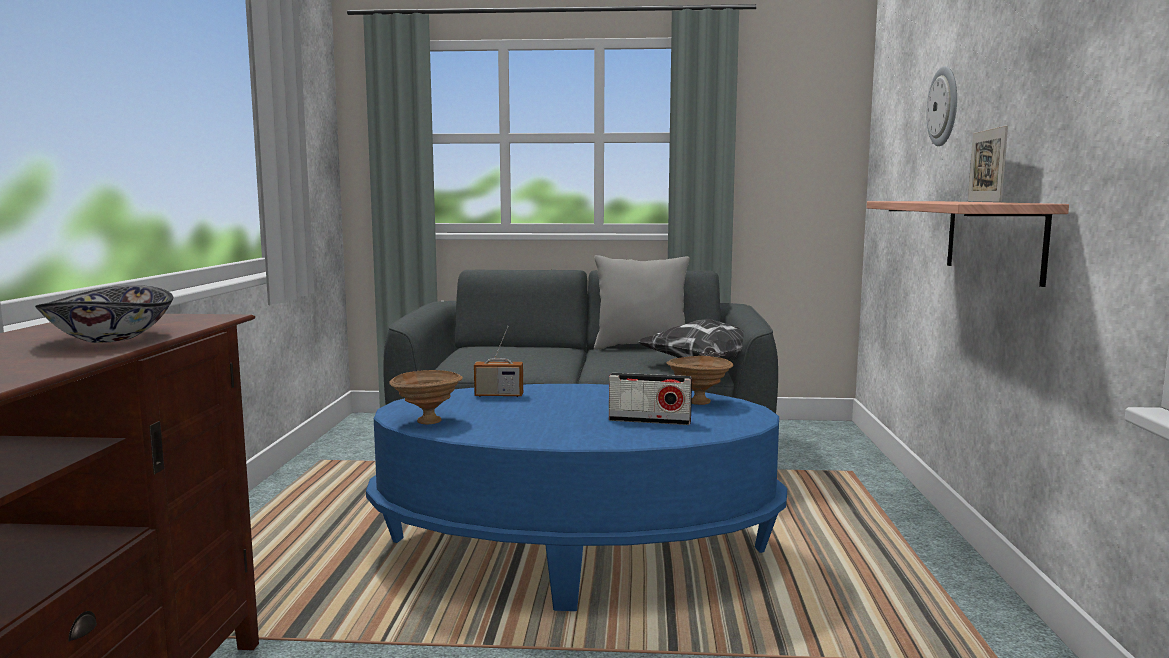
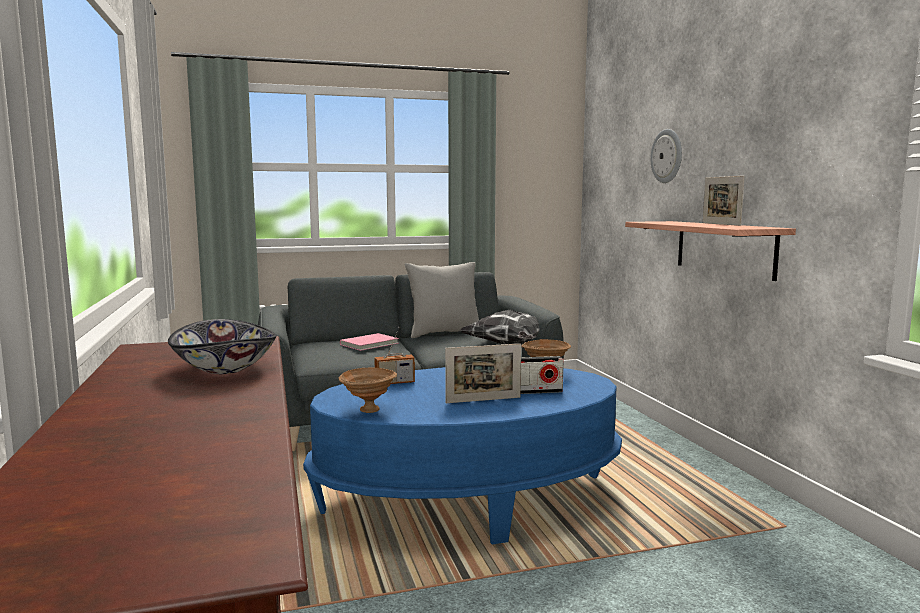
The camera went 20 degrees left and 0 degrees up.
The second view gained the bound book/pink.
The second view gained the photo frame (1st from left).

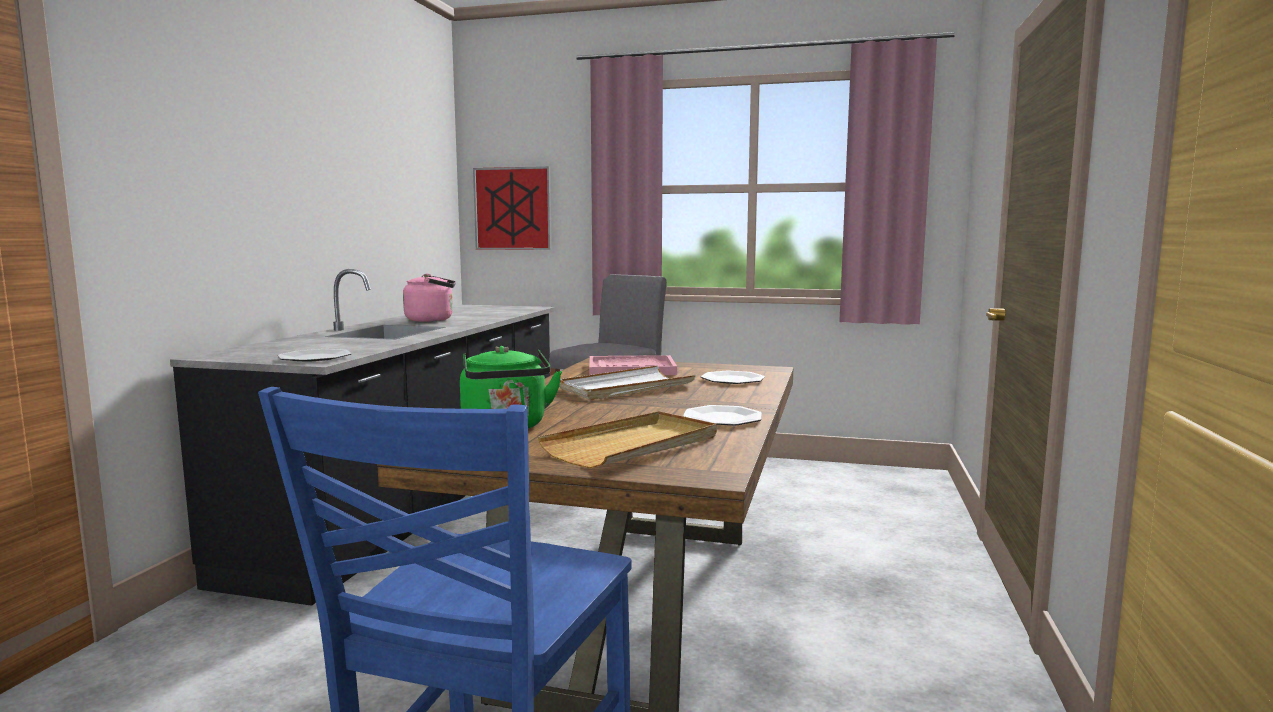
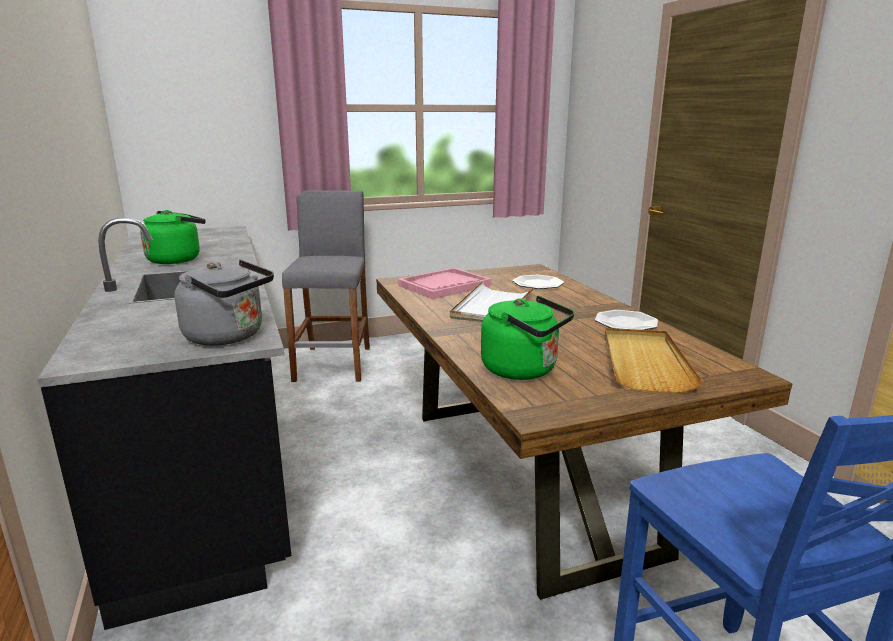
The camera went 35 degrees left and 10 degrees up.
Where the flat dish (1st from left) stood, the water kettle/gray came to stand.
What was the water kettle/pink turned into the water kettle/green-coloured (1st from left).
The second view lost the wall picture.

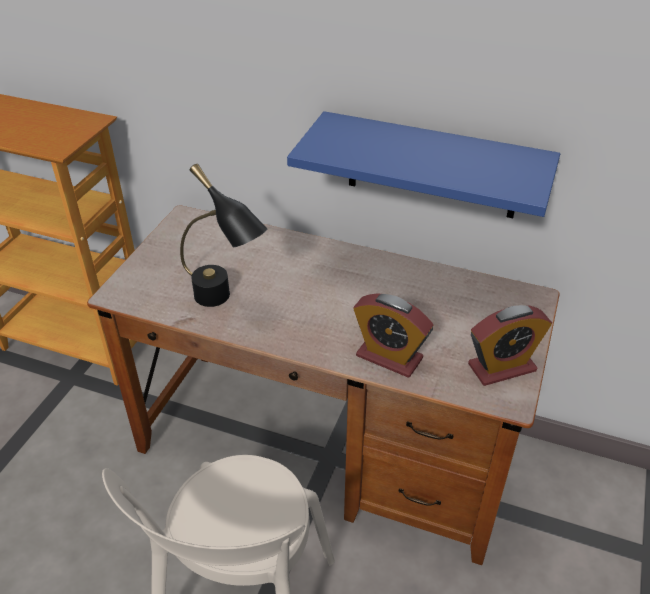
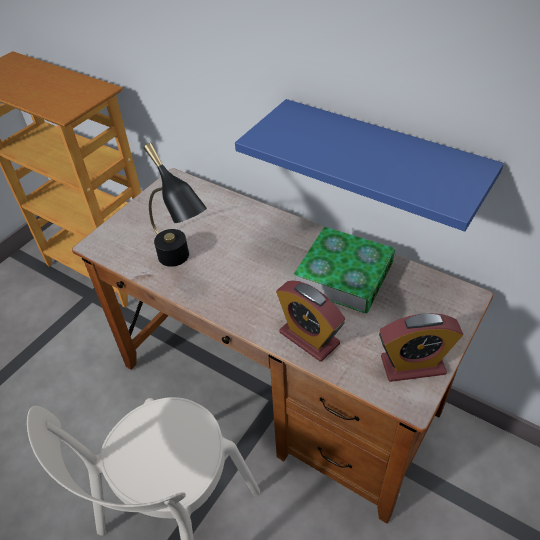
The camera went 15 degrees right and 5 degrees up.
The second view gained the bound book.

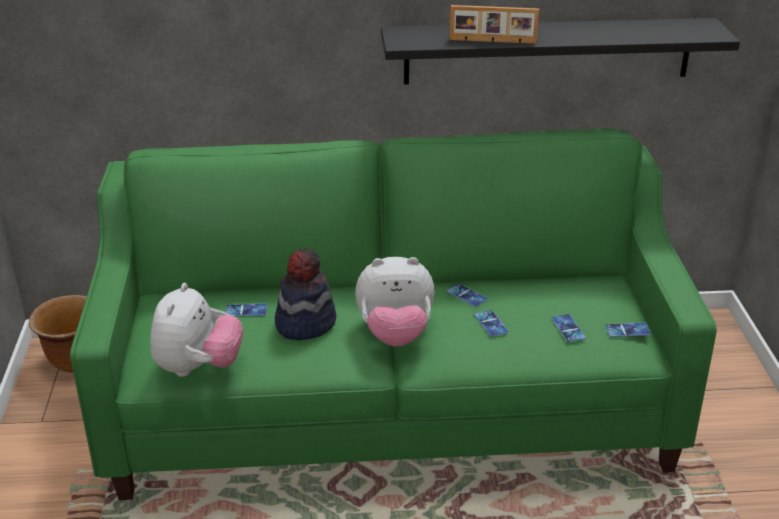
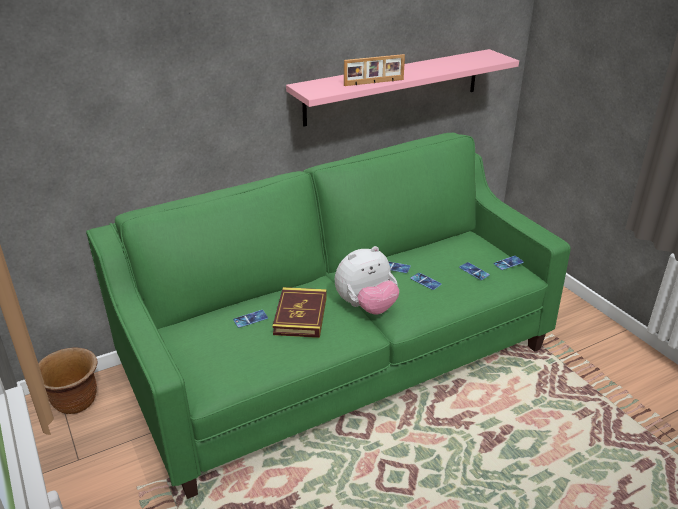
The camera went 25 degrees left and 0 degrees up.
The second view lost the cuddly toy (1st from left).
Where the clothing hat stood, the bound book came to stand.
What was the shelf/black turned into the shelf/pink.

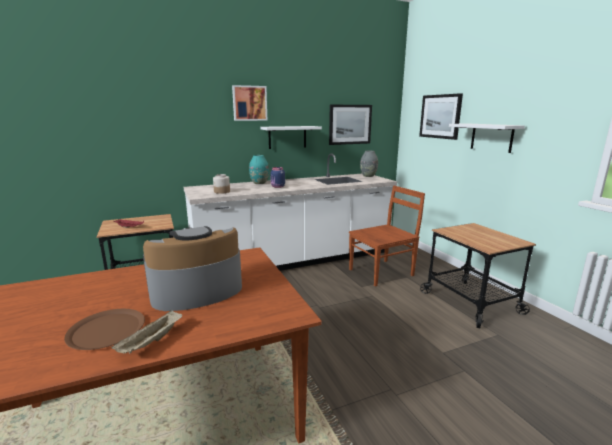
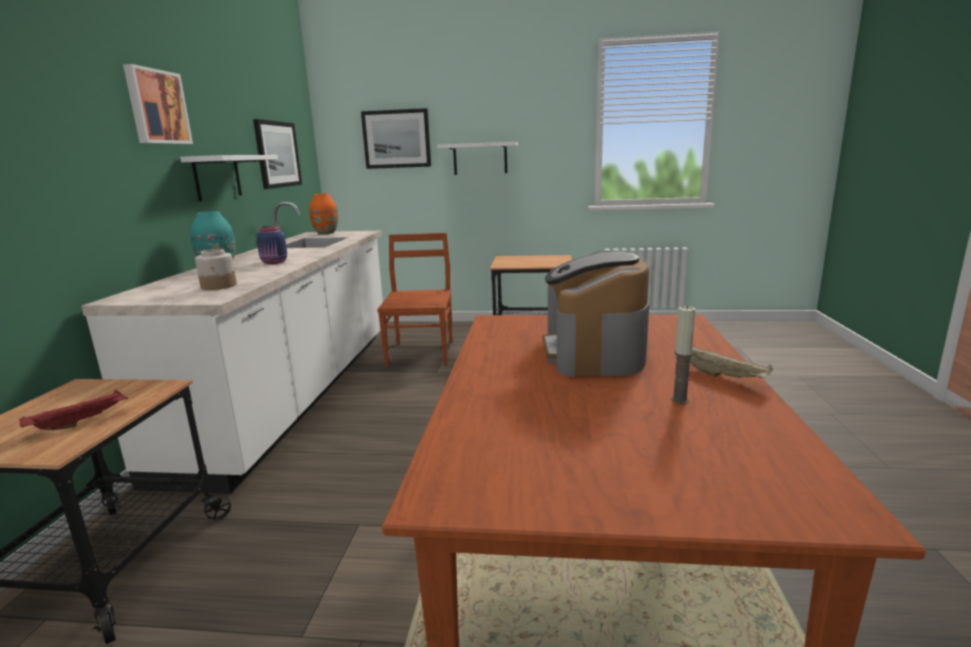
The camera went 60 degrees left and 0 degrees up.
Where the flat dish/brown stood, the wax light came to stand.
What was the decorative vase/gray turned into the decorative vase/orangey.

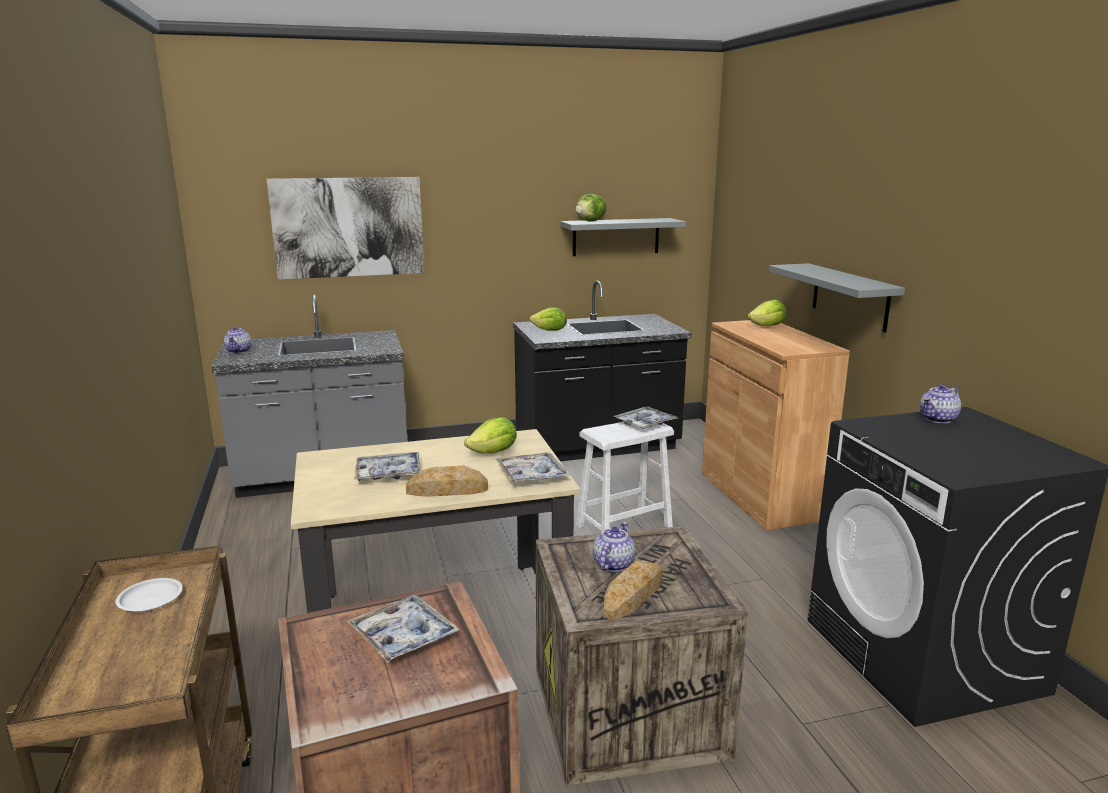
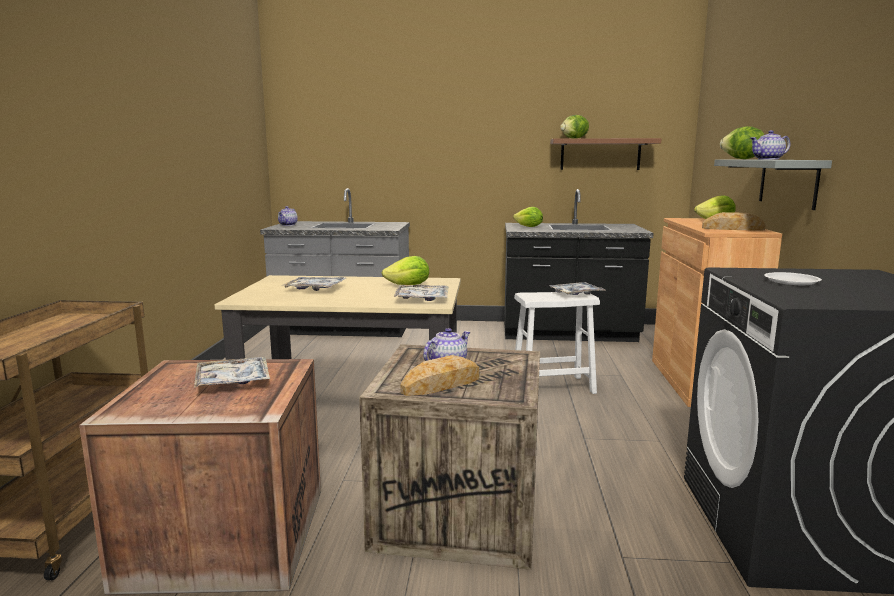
The camera went 20 degrees right and 5 degrees down.
The flat dish/whitish ended up elsewhere.
The second view lost the wall picture.
The bread (1st from left in the first image) ended up elsewhere.
What was the shelf/gray (1st from left) turned into the shelf/brown.
The tea pot (3rd from left) ended up elsewhere.
The second view gained the head of lettuce (5th from left).

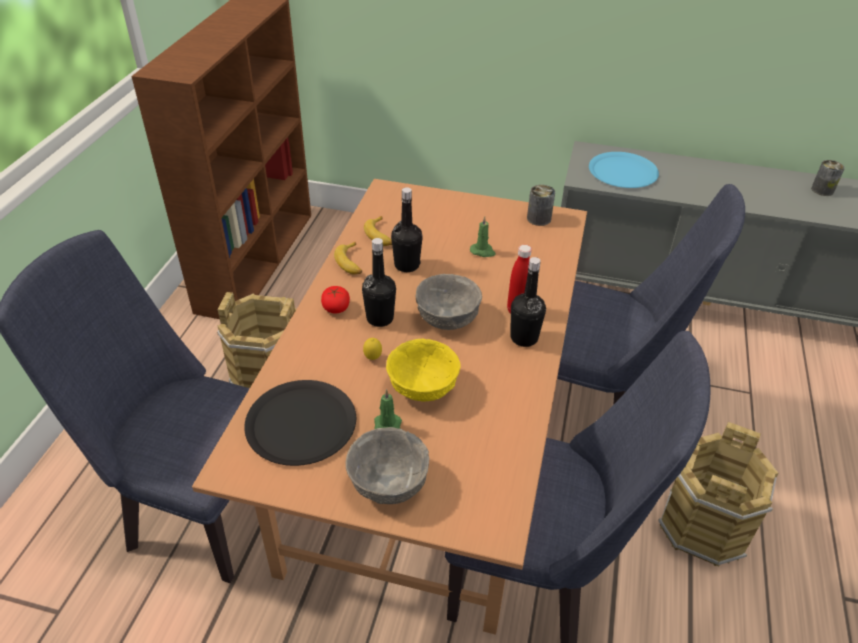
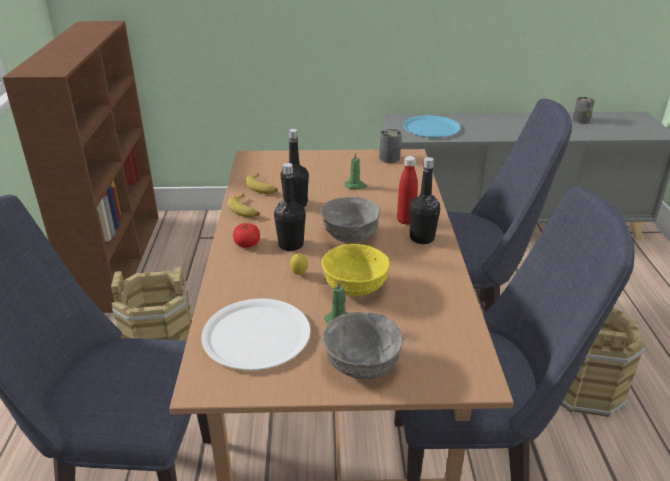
The camera went 15 degrees left and 10 degrees down.
What was the flat dish/black turned into the flat dish/whitish.

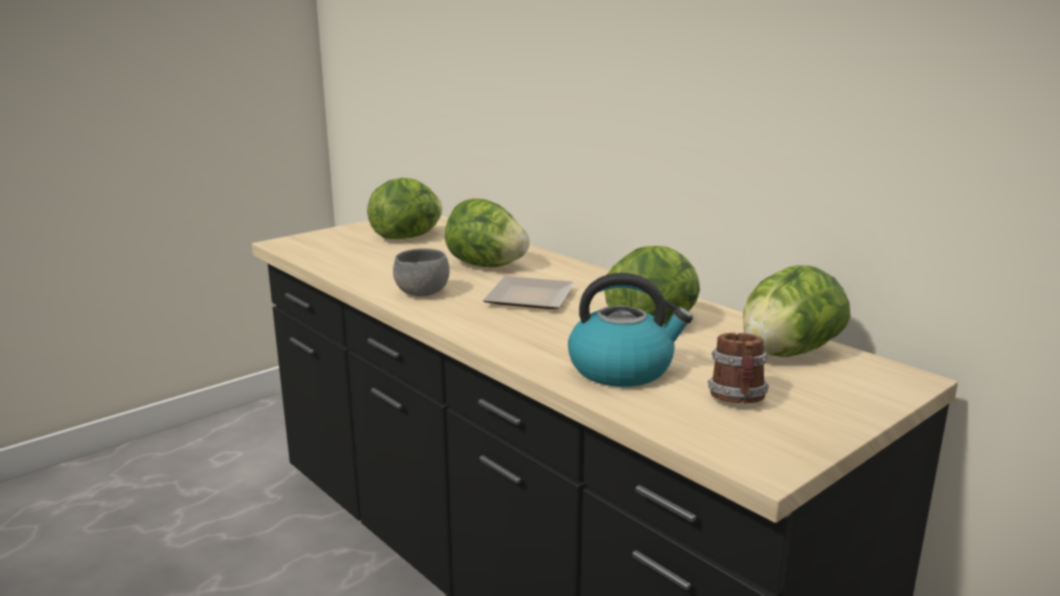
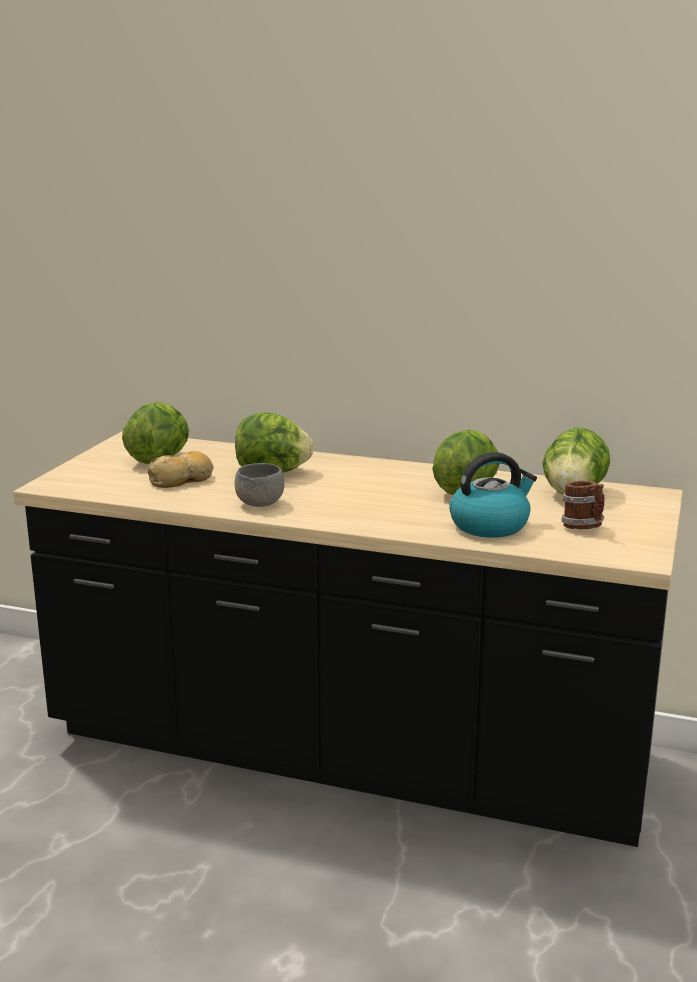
The camera went 30 degrees left and 0 degrees up.
The second view lost the flat dish.
The second view gained the bread.

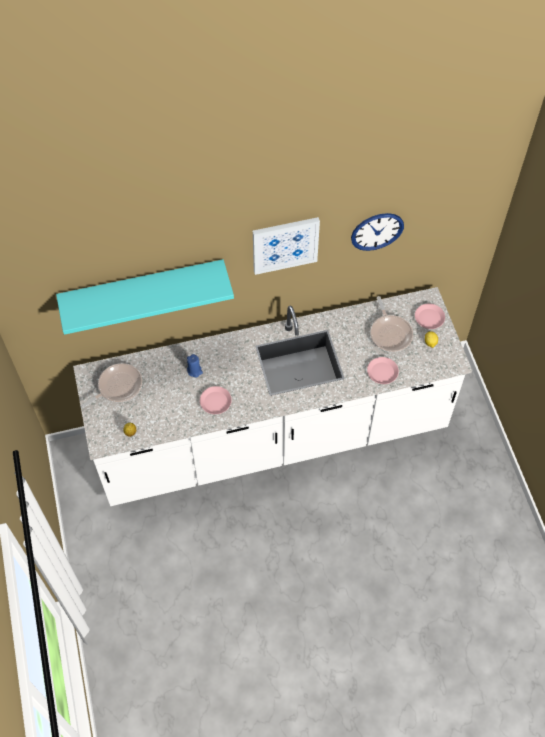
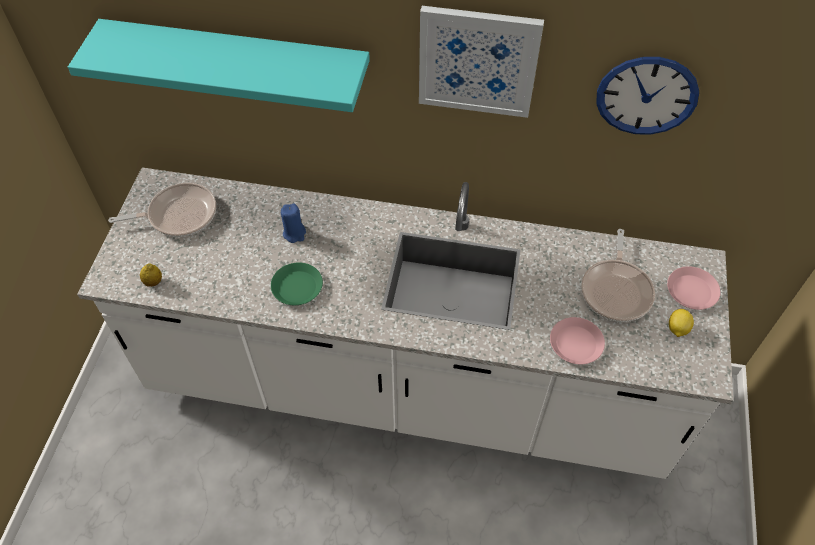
The camera went 25 degrees right and 5 degrees down.
What was the flat dish/pink (1st from left) turned into the flat dish/green-coloured.

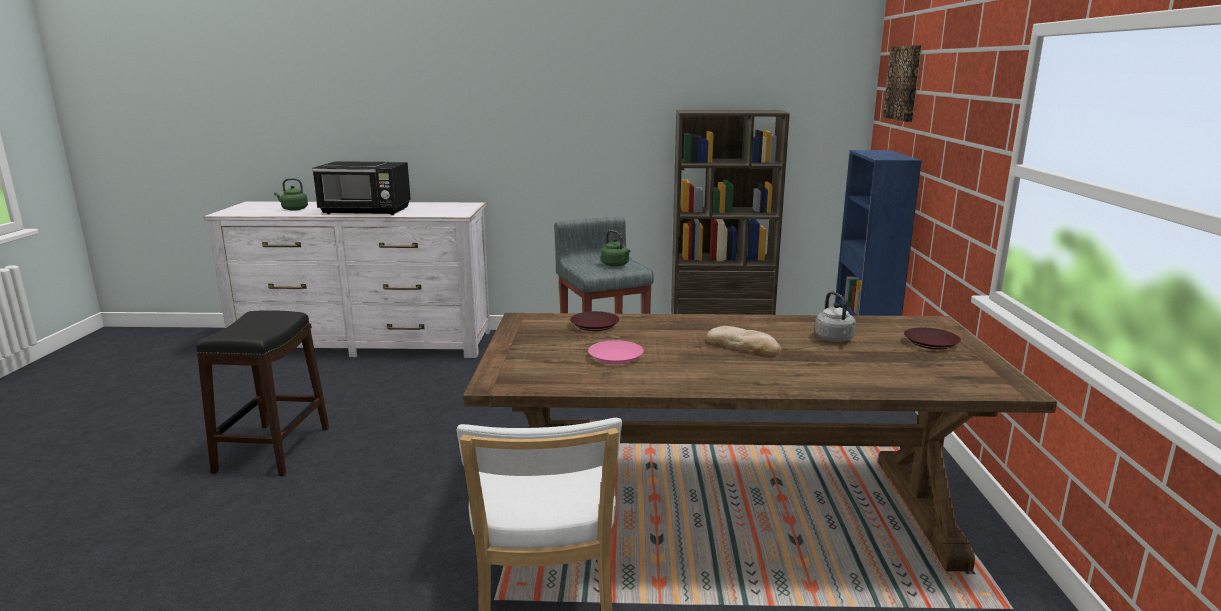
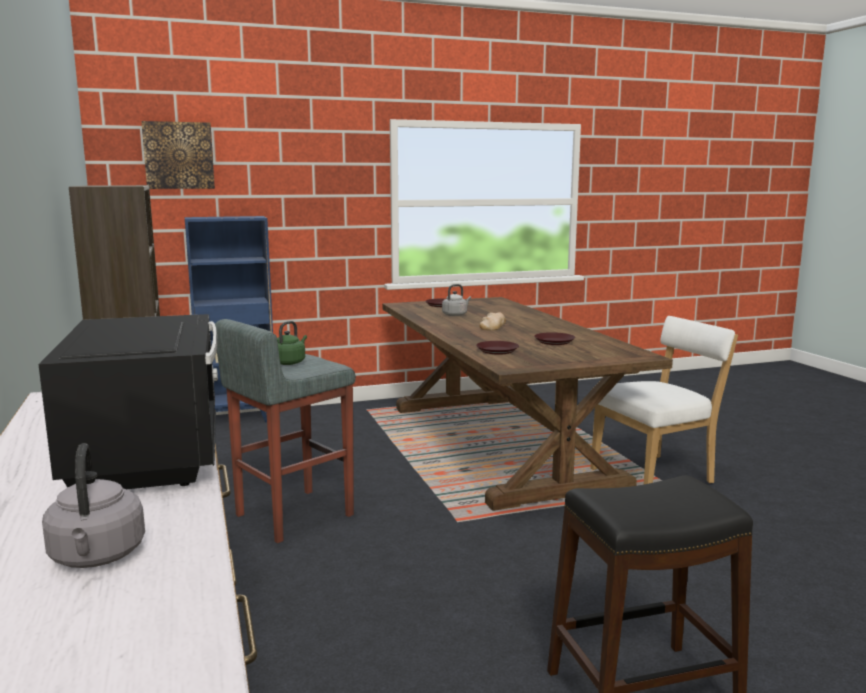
The camera went 110 degrees left and 5 degrees down.
What was the water kettle/green-coloured (1st from left) turned into the water kettle/gray (1st from left).
What was the flat dish/pink turned into the flat dish/brown (3rd from left).

